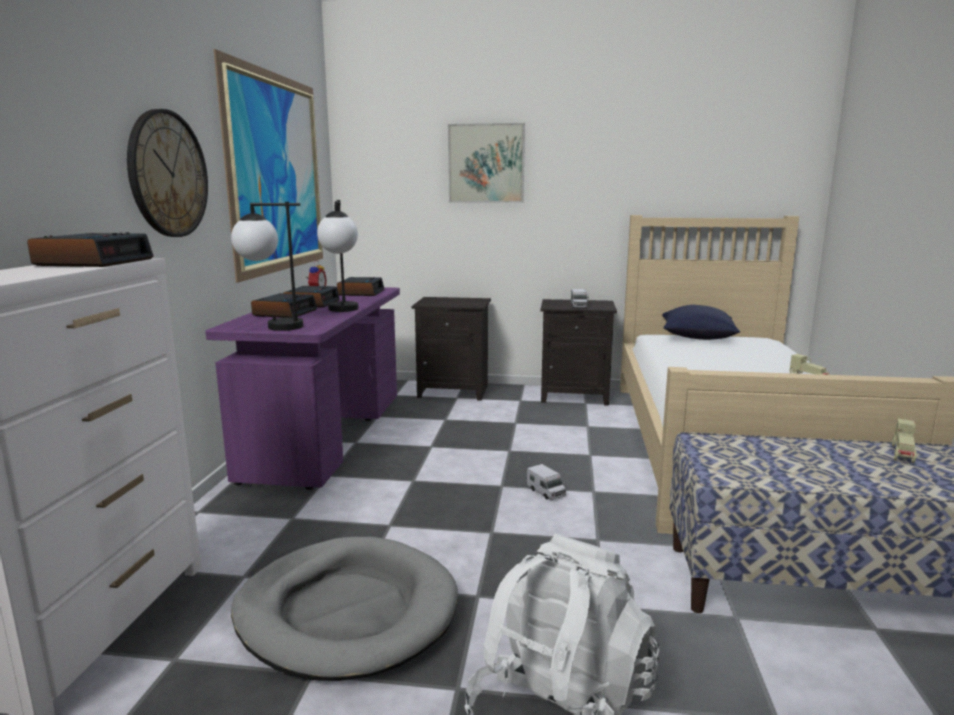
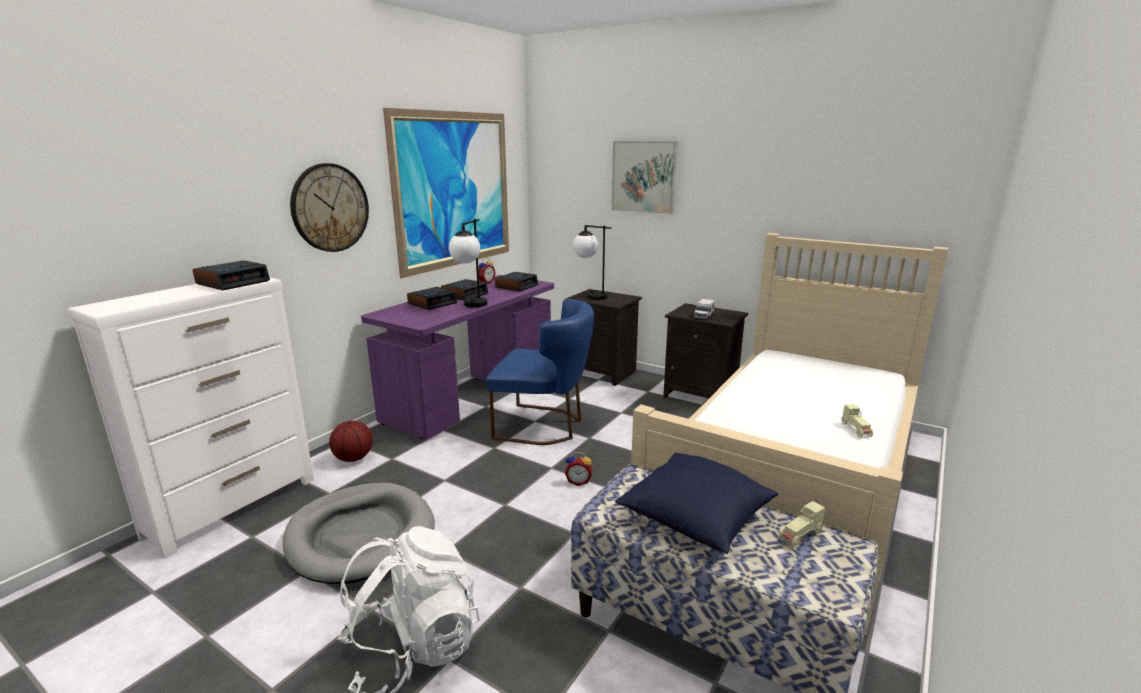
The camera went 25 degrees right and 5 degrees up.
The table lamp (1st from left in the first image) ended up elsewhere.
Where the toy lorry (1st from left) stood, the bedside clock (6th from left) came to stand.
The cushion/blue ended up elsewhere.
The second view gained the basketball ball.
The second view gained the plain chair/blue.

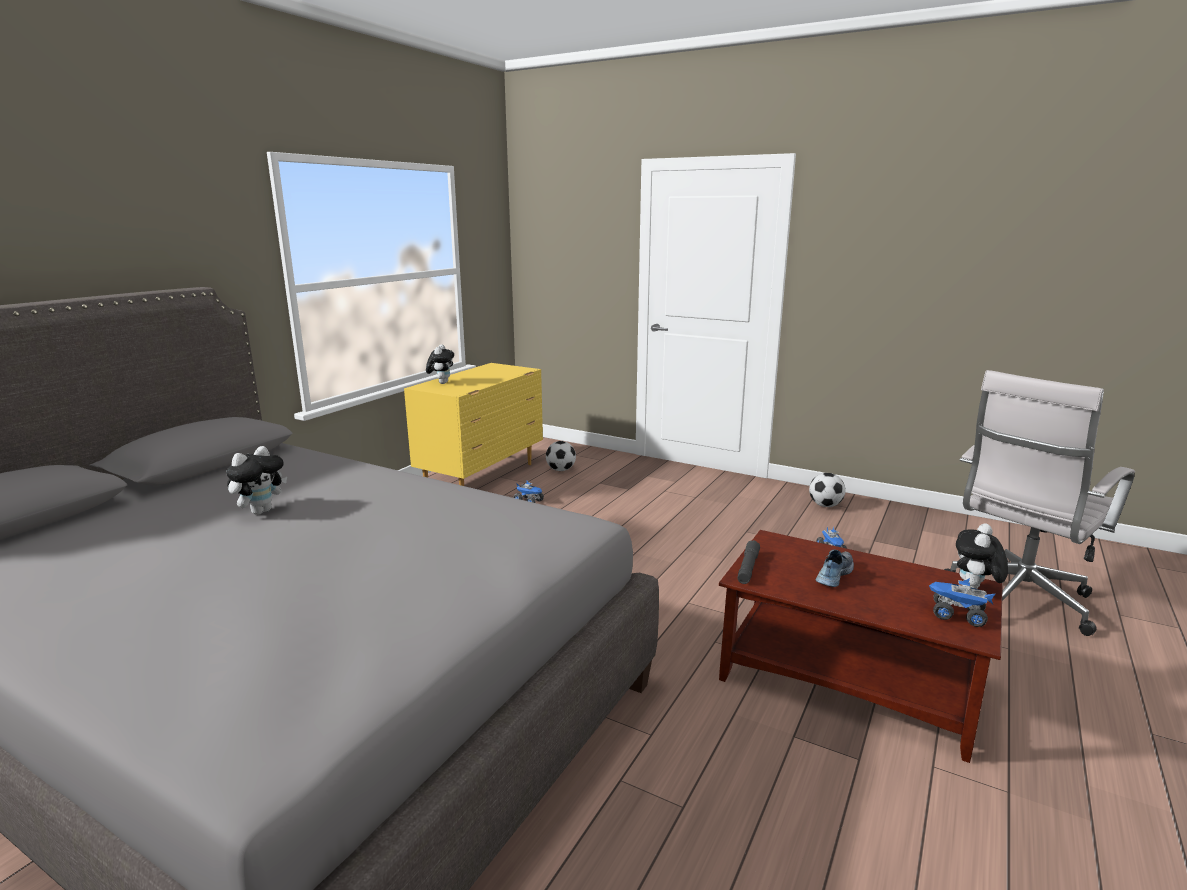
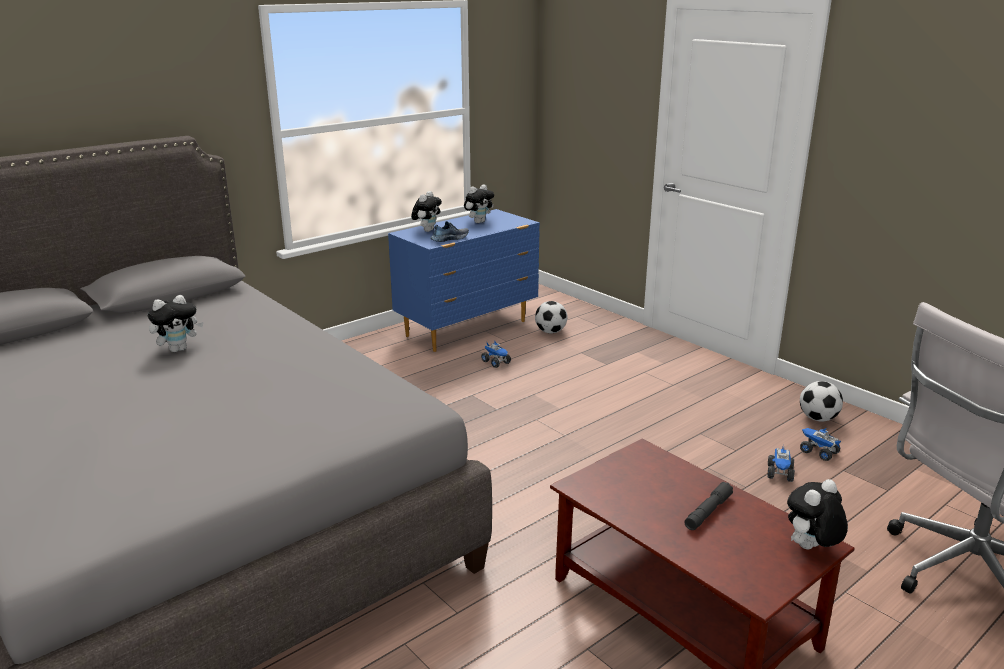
The camera went 20 degrees right and 5 degrees up.
What was the dresser/yellow turned into the dresser/blue.
The torch/gray ended up elsewhere.
The item of footwear ended up elsewhere.
The toy lorry (3rd from left) ended up elsewhere.
The second view gained the cuddly toy (3rd from left).

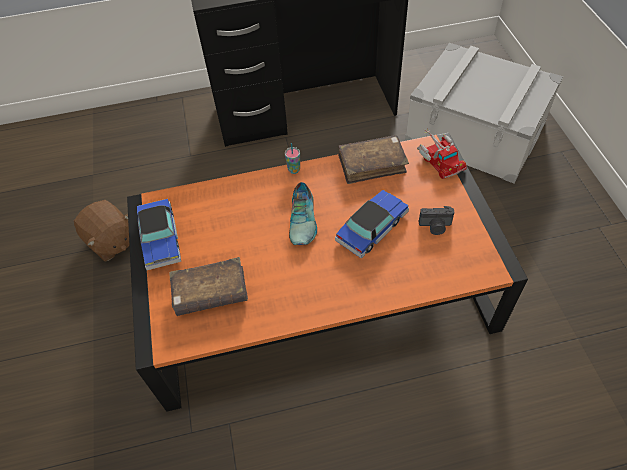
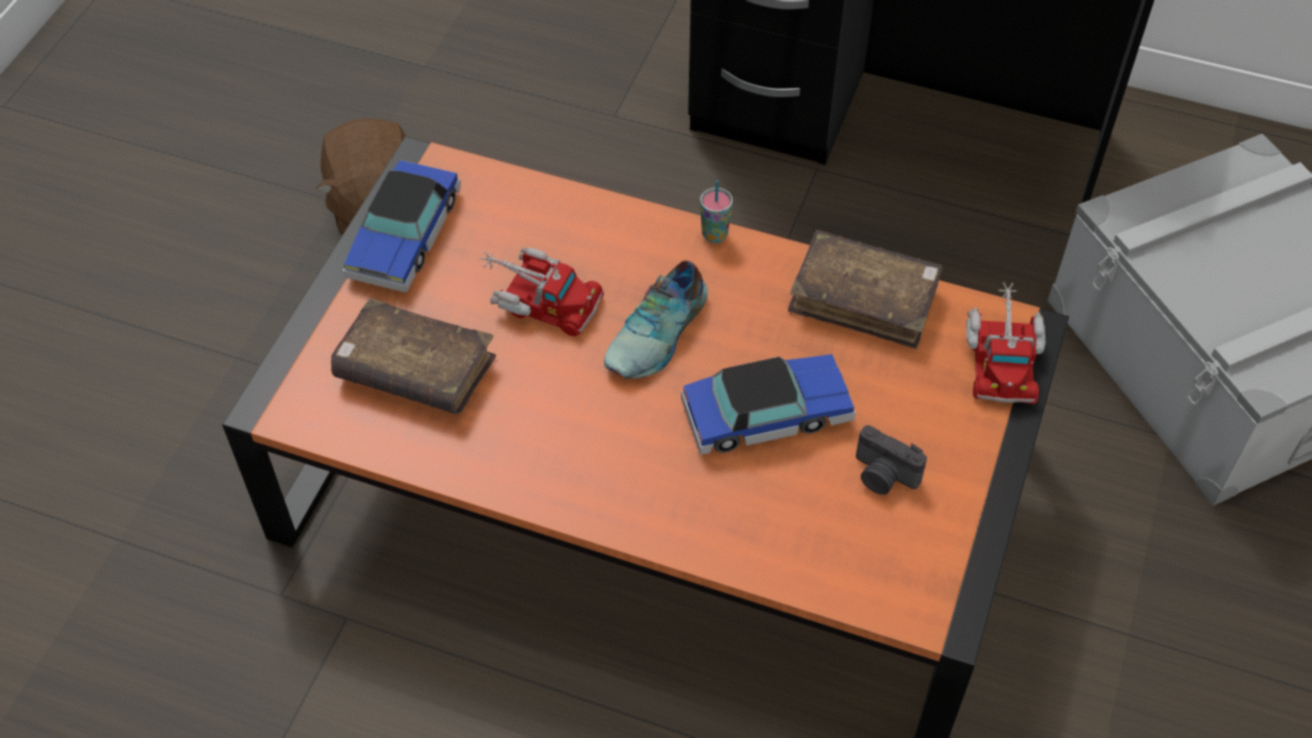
The camera went 30 degrees right and 0 degrees up.
The second view gained the toy lorry (1st from left).

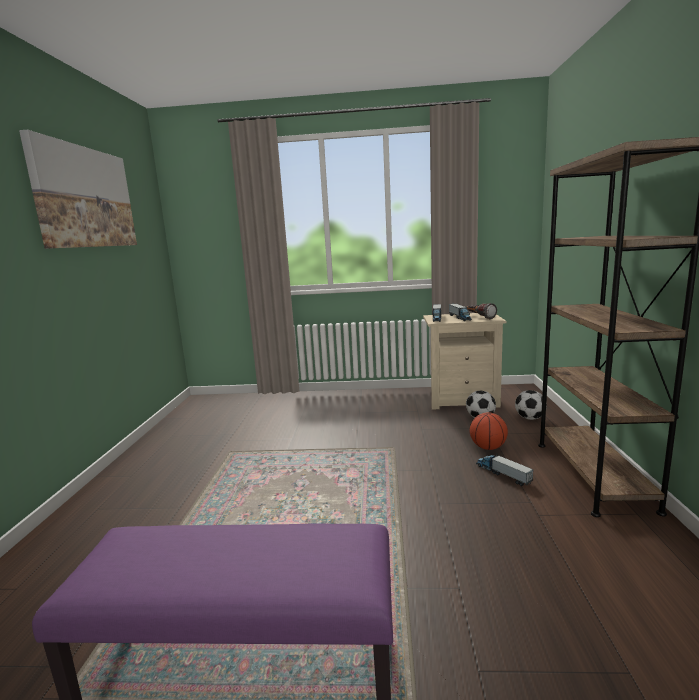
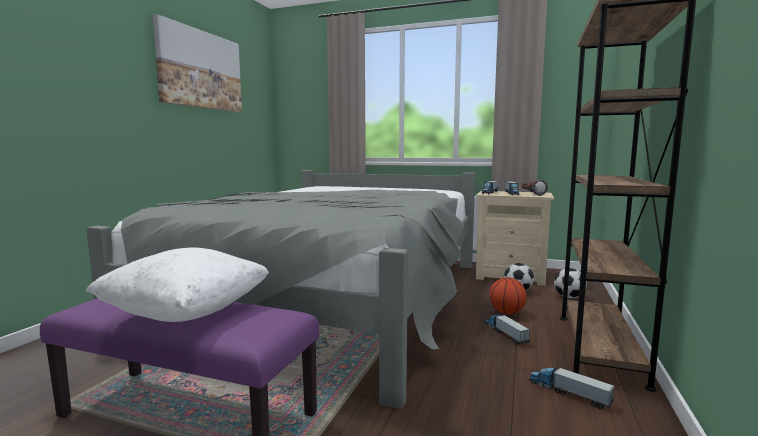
The camera went 15 degrees right and 5 degrees down.
The second view gained the bed/gray.
The second view gained the cushion/whitish.
The second view gained the toy lorry (4th from left).

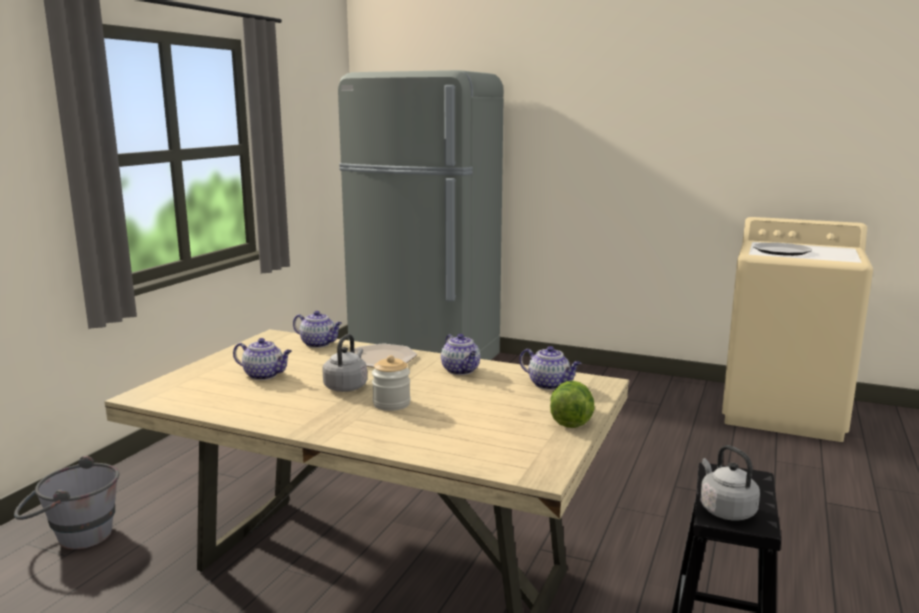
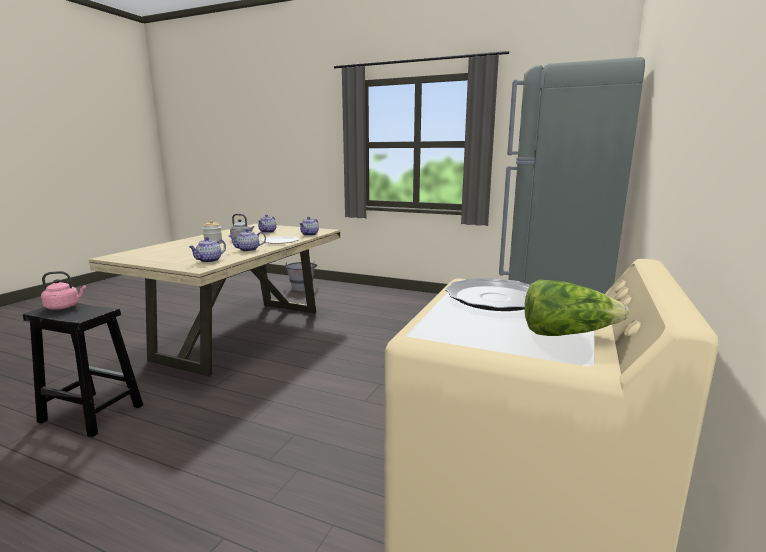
The camera went 90 degrees right and 0 degrees up.
The head of lettuce ended up elsewhere.
What was the water kettle/gray (2nd from left) turned into the water kettle/pink.

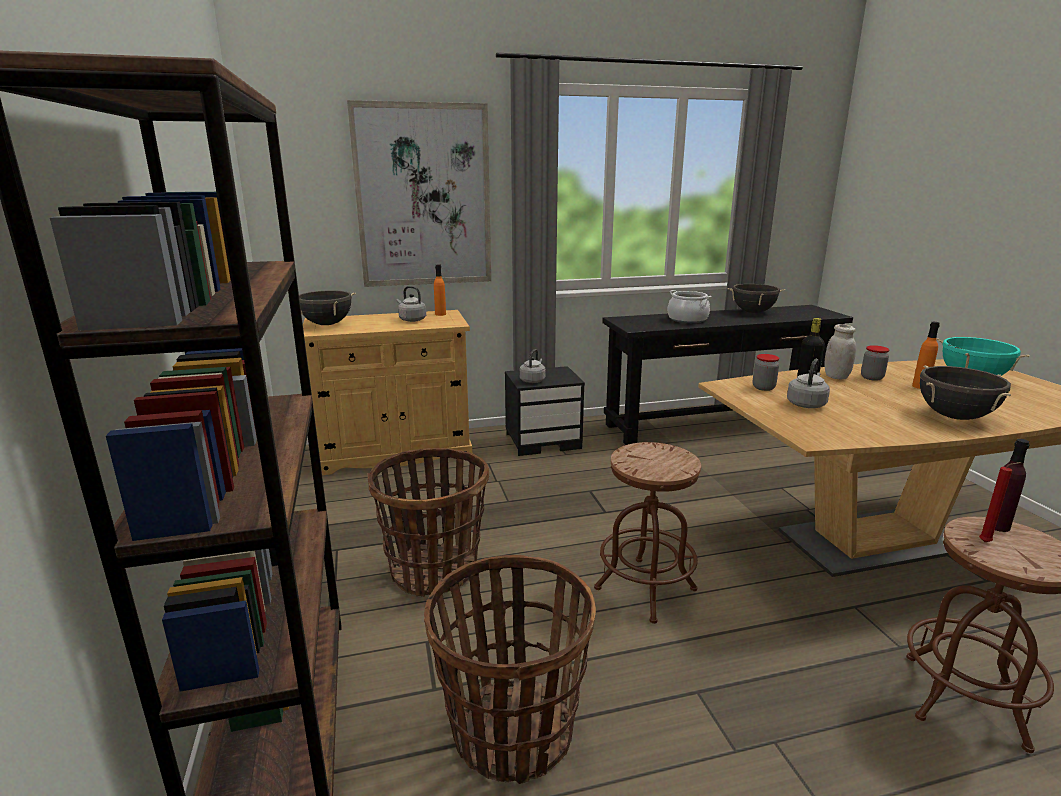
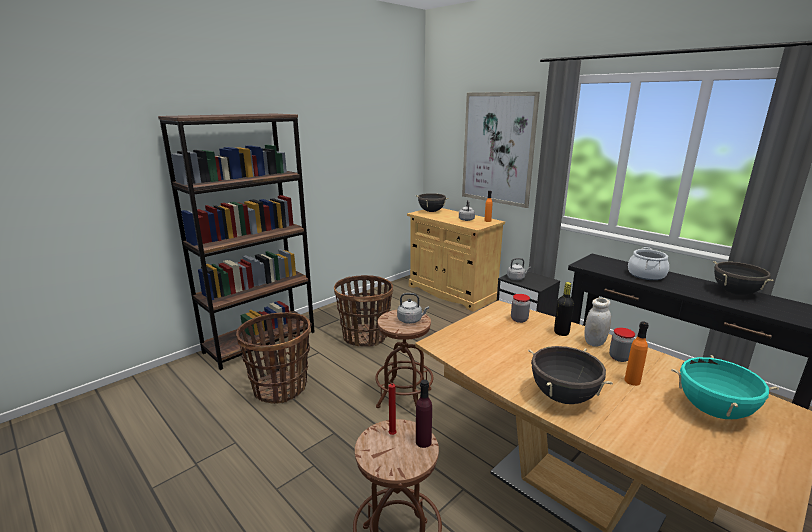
The camera went 60 degrees right and 0 degrees up.
The water kettle/gray (3rd from left in the first image) ended up elsewhere.

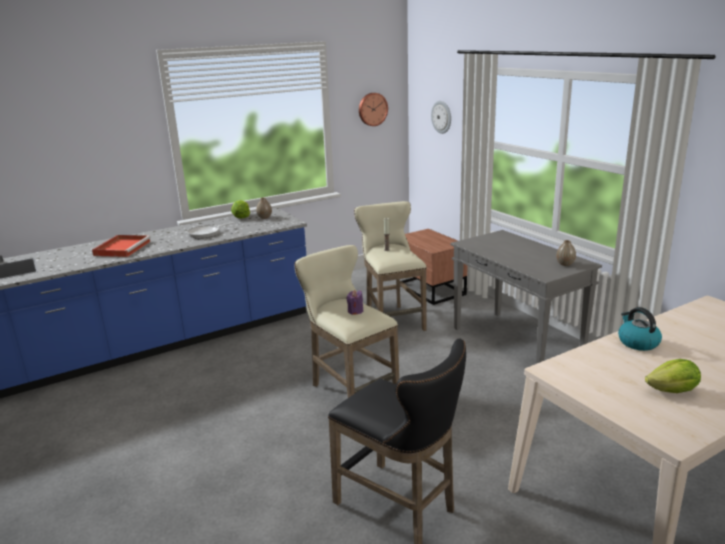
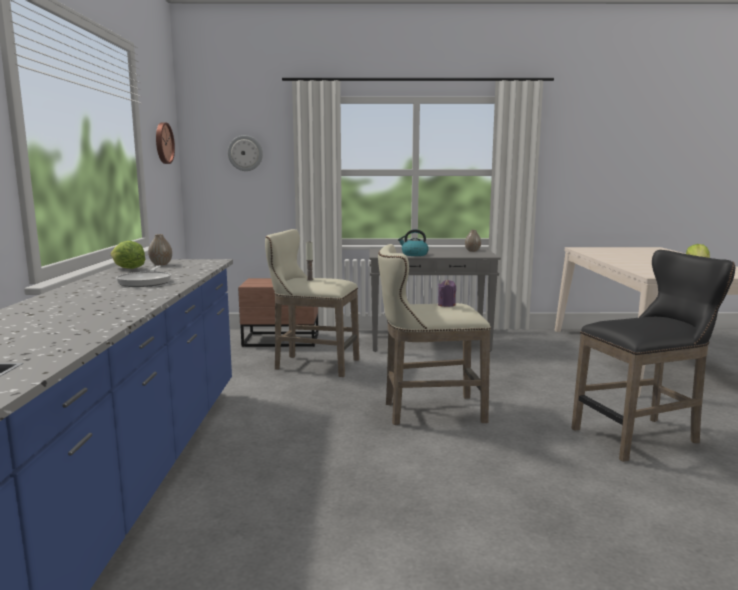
The camera went 60 degrees left and 10 degrees down.
The second view lost the serving tray/red.
The water kettle ended up elsewhere.

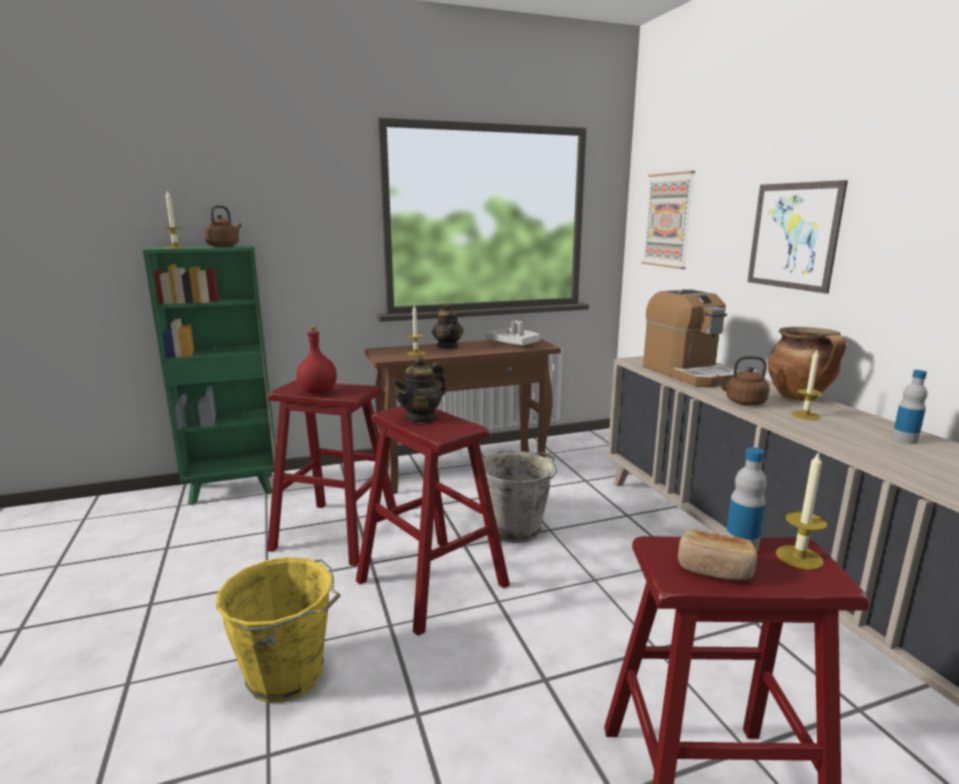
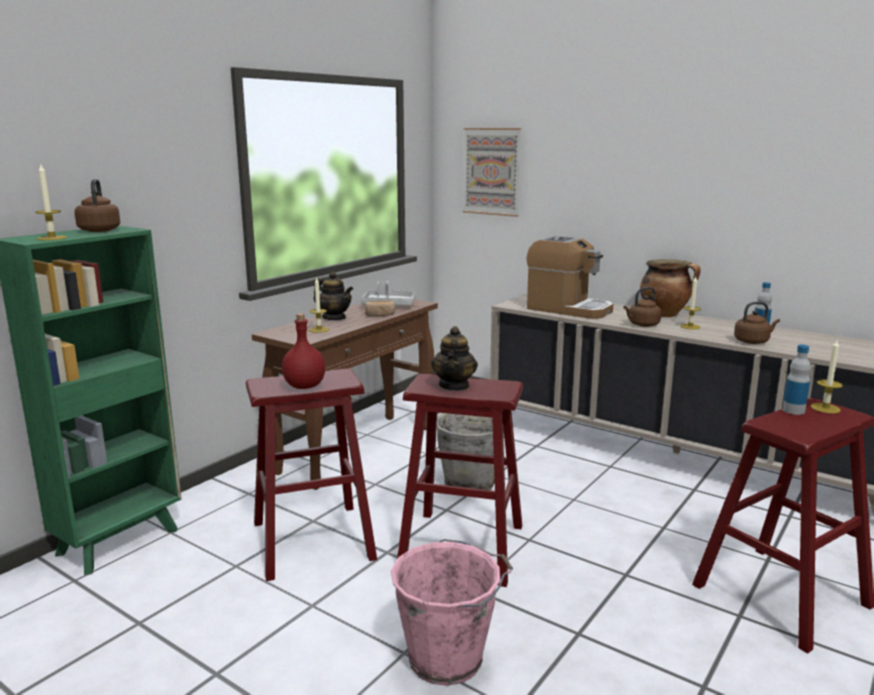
The camera went 35 degrees left and 0 degrees up.
What was the bucket/yellow turned into the bucket/pink.
The bread ended up elsewhere.
The second view lost the wall picture (2nd from left).
The second view gained the water kettle/brown (3rd from left).

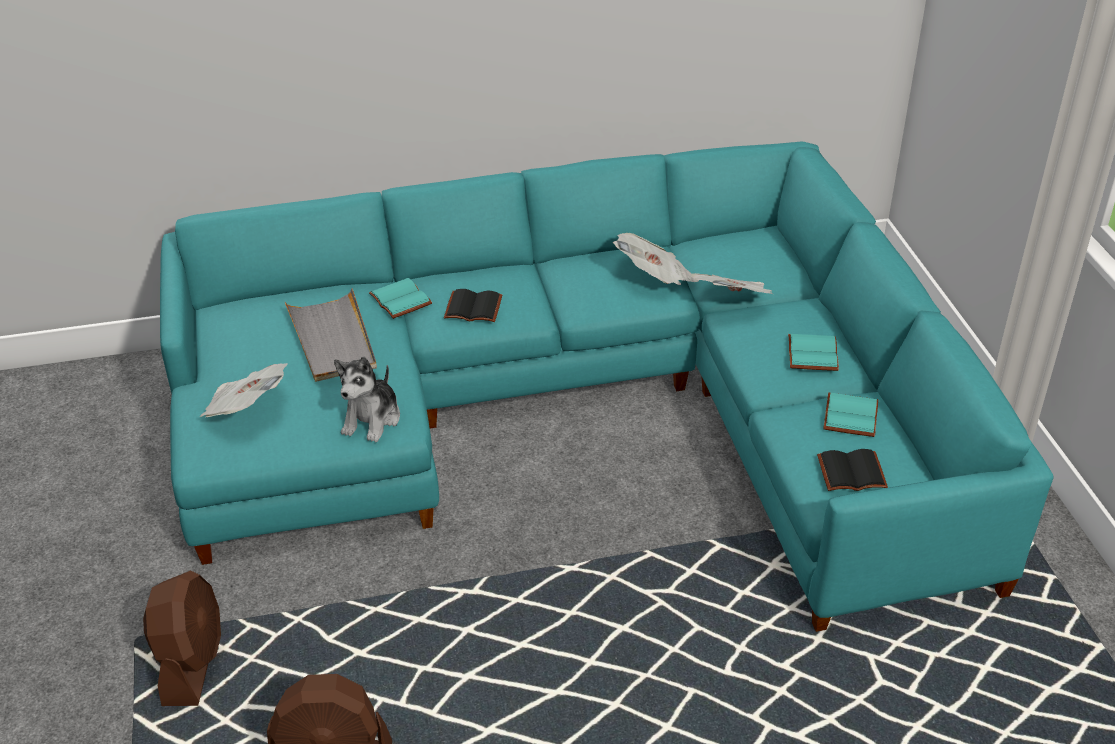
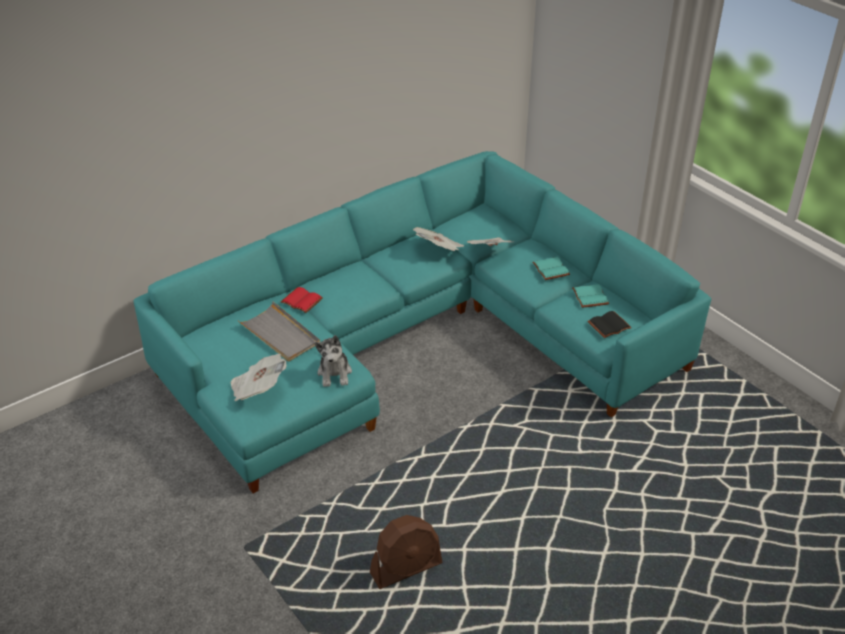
The camera went 25 degrees left and 0 degrees up.
The second view lost the electric fan/brown (1st from left).
What was the bound book/turquoise-coloured (1st from left) turned into the bound book/red.
The second view lost the bound book/black (1st from left).

